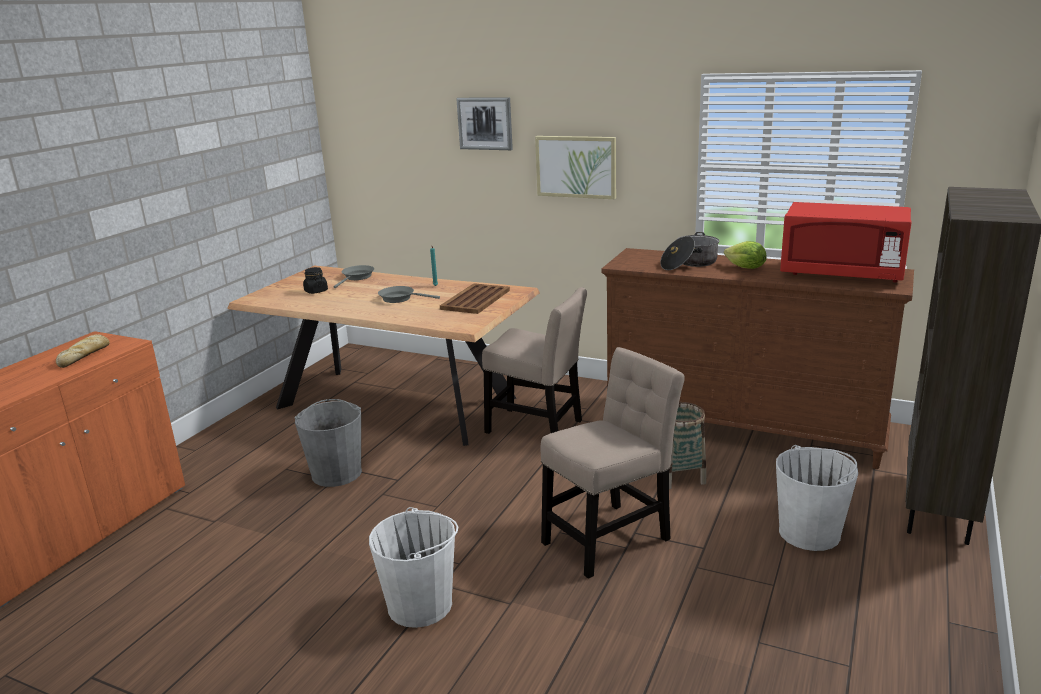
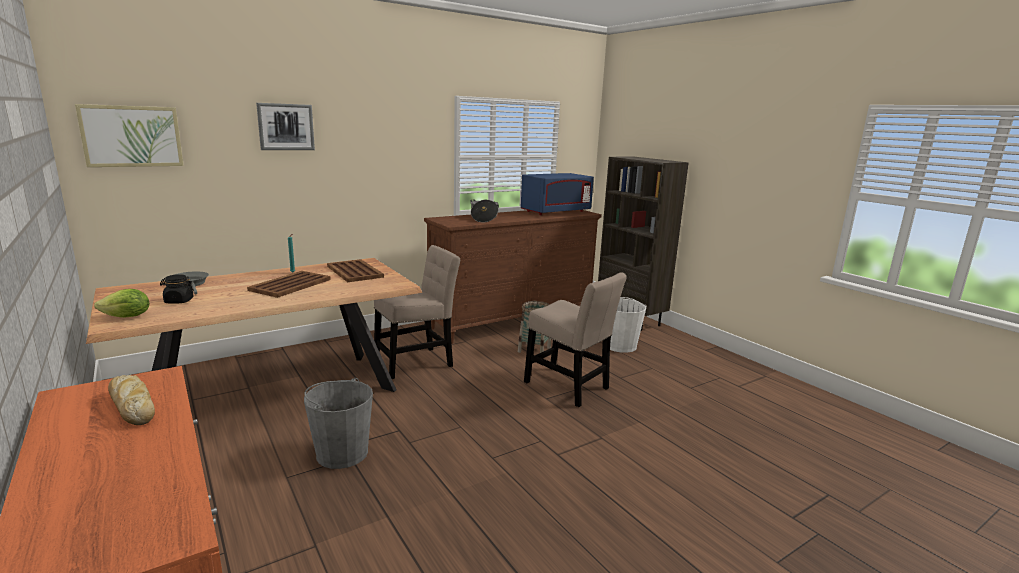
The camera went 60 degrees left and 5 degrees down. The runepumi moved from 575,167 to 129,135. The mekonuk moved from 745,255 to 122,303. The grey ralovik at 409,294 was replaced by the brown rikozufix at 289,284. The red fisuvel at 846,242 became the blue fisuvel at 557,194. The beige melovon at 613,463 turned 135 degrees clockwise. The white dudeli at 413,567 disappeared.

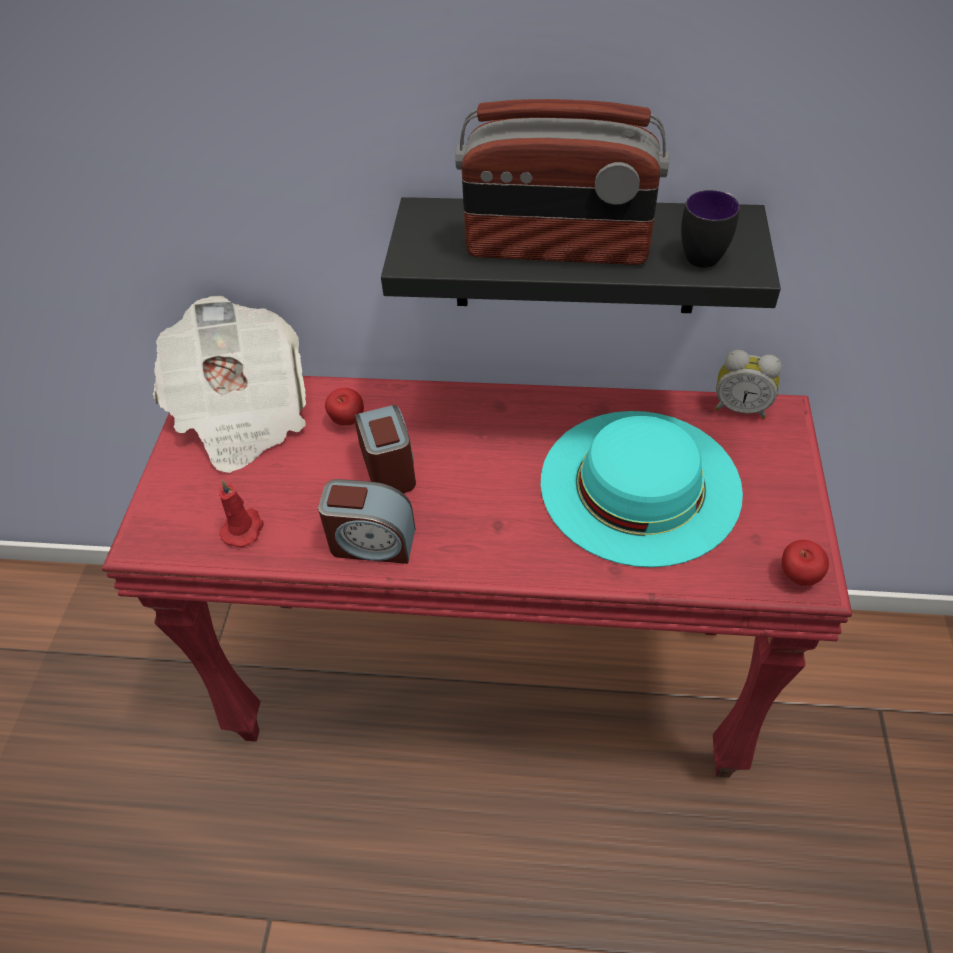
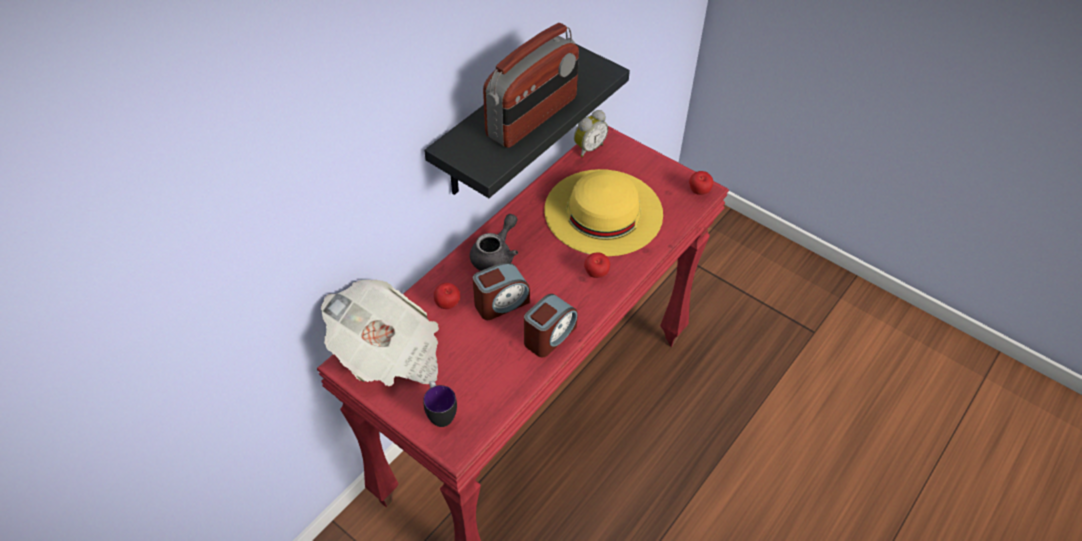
The camera went 60 degrees left and 0 degrees up. The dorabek moved from 710,229 to 440,404. The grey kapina at 494,242 appeared. The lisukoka at 385,449 turned 135 degrees clockwise. The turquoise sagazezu at 642,489 became the yellow sagazezu at 603,212. The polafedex at 597,265 appeared. The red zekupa at 241,513 disappeared.

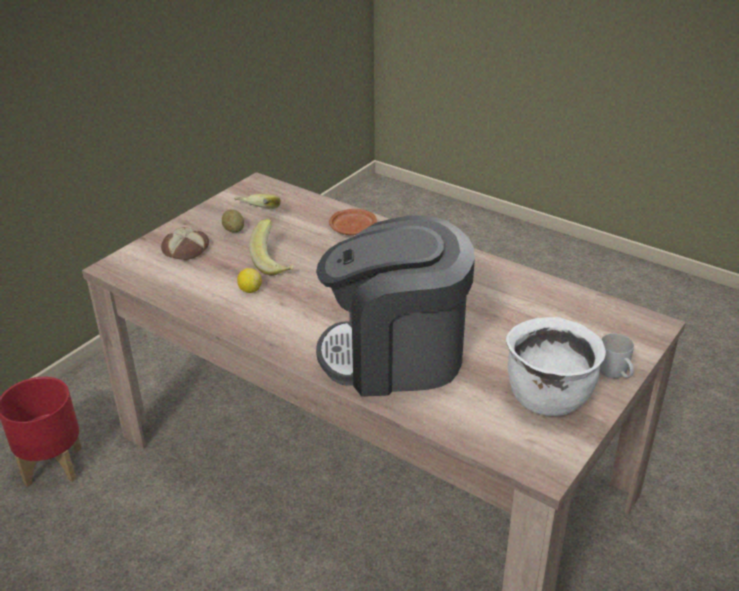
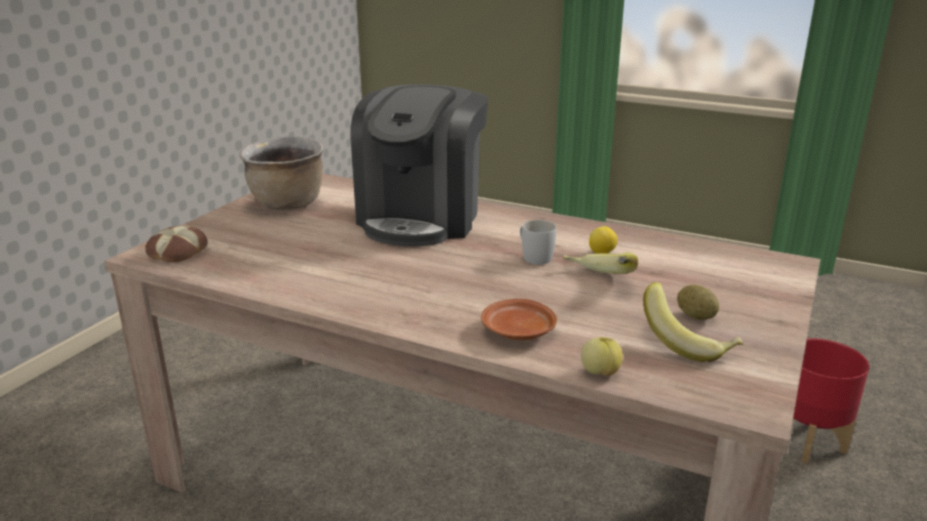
The camera went 170 degrees right and 10 degrees down. The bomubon moved from 185,243 to 176,244. The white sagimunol at 556,366 became the brown sagimunol at 281,173. The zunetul at 395,306 turned 120 degrees clockwise. The white dorabek moved from 617,355 to 538,242. The polafedex at 602,356 appeared.

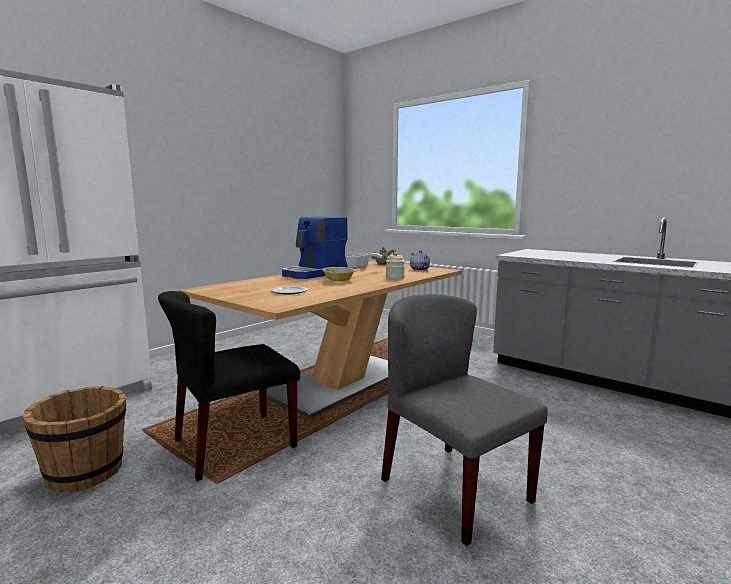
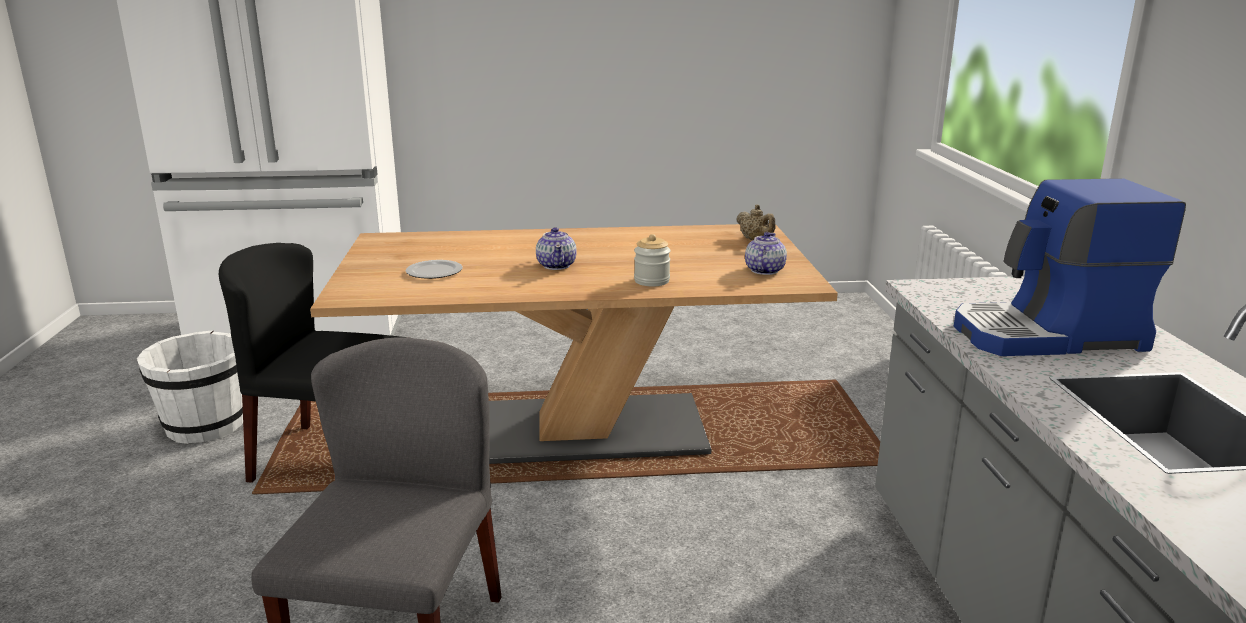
The camera went 45 degrees right and 10 degrees up. The brown dudeli at 74,439 became the white dudeli at 190,387. The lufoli at 338,274 was replaced by the kapina at 556,248. The zunetul moved from 315,248 to 1070,267. The ralovik at 363,261 disappeared.

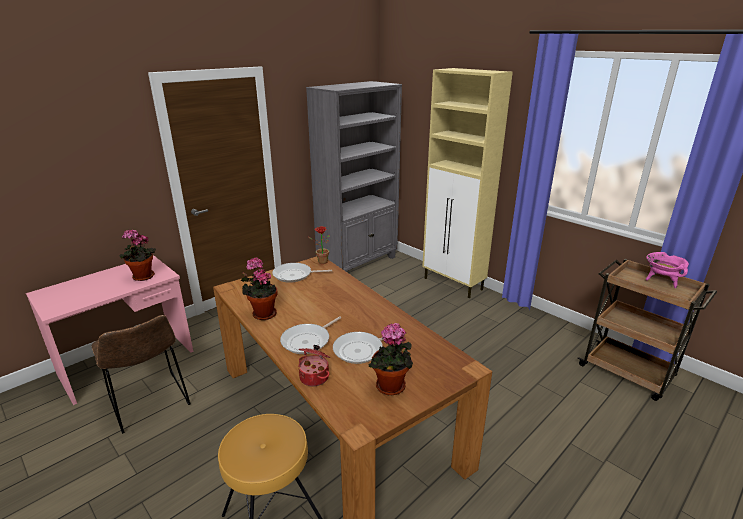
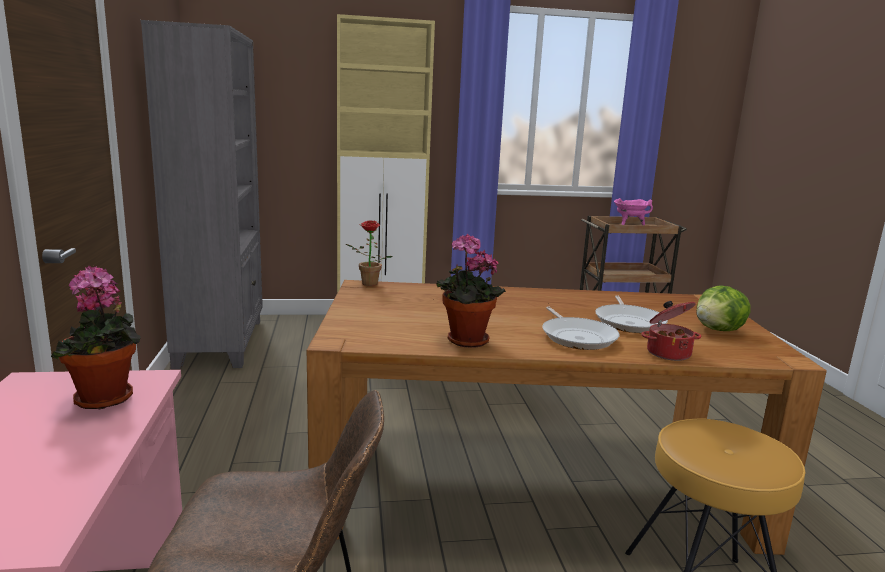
The camera went 55 degrees left and 10 degrees down. The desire at 390,359 was replaced by the mekonuk at 723,308. The ralovik at 302,273 disappeared.

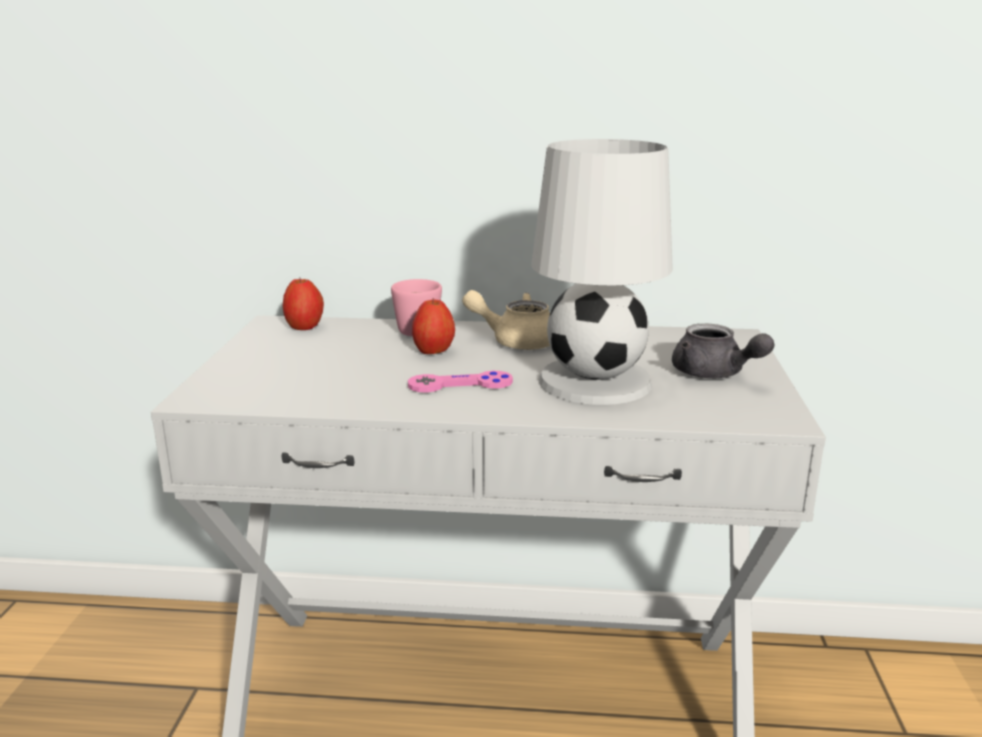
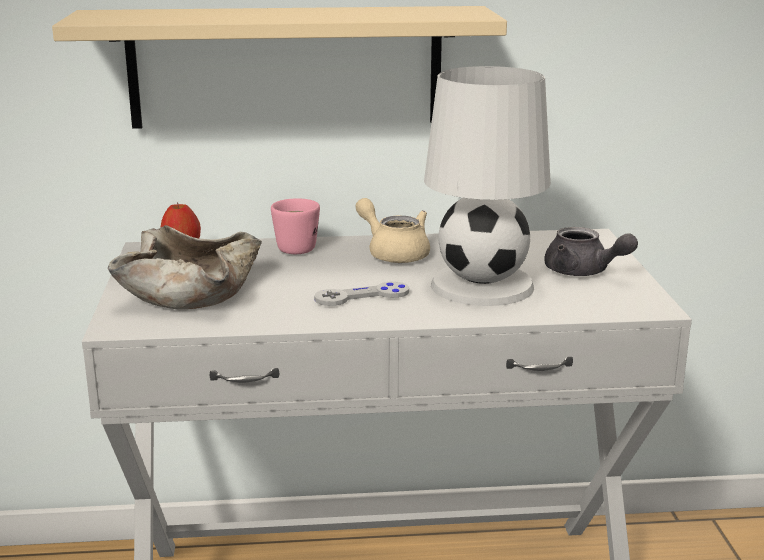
The camera went 10 degrees left and 0 degrees up. The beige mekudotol at 279,67 appeared. The beige lufoli at 185,267 appeared. The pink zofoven at 460,382 became the grey zofoven at 361,293. The beige kapina at 506,320 turned 45 degrees clockwise. The polafedex at 433,326 disappeared.

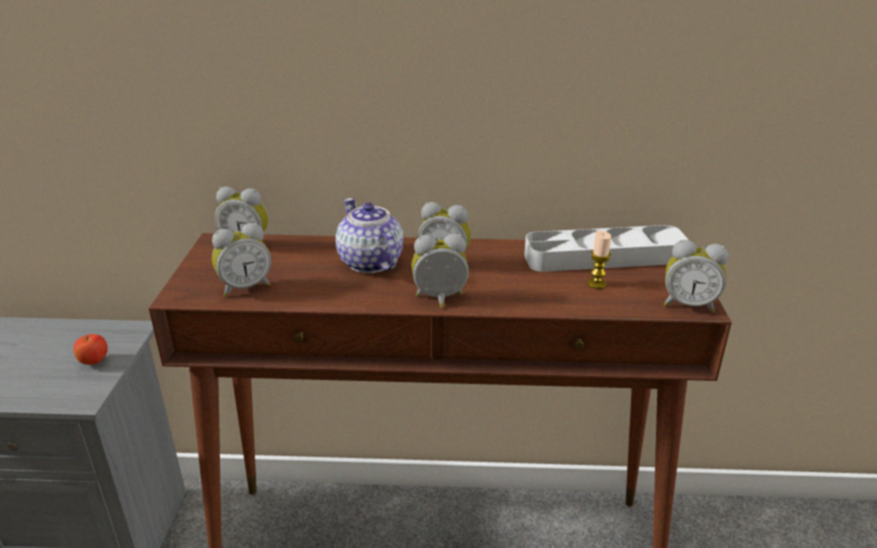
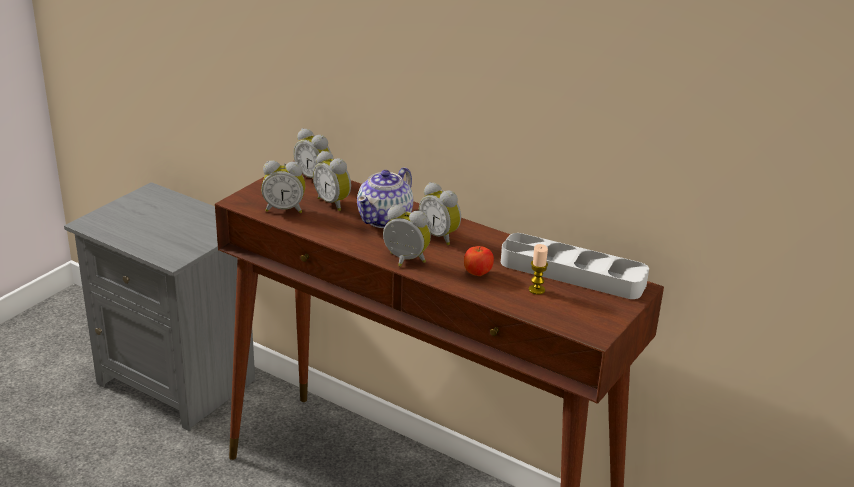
The camera went 30 degrees right and 0 degrees up. The lisukoka moved from 696,276 to 332,181. The kapina at 369,235 turned 150 degrees counterclockwise. The polafedex moved from 91,349 to 479,261.

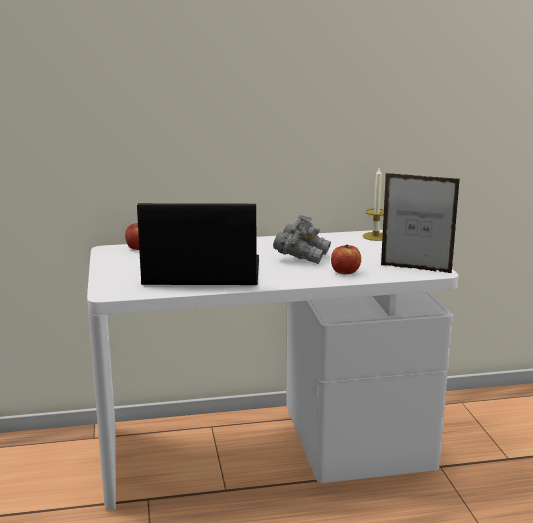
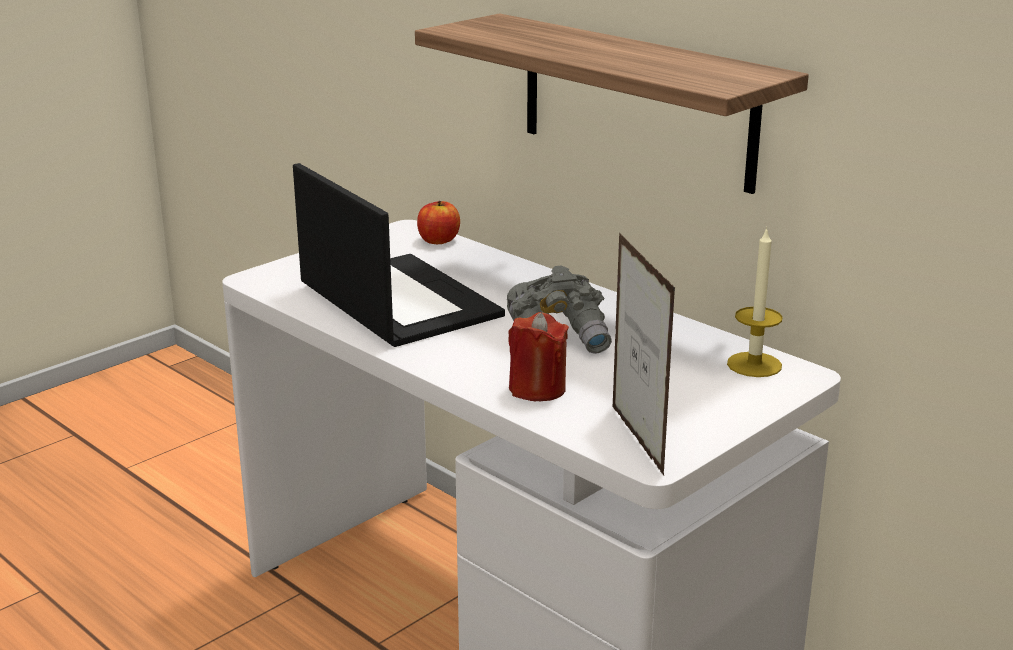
The camera went 55 degrees right and 5 degrees up. The mekudotol at 612,103 appeared. The polafedex at 346,260 was replaced by the red zekupa at 538,356.

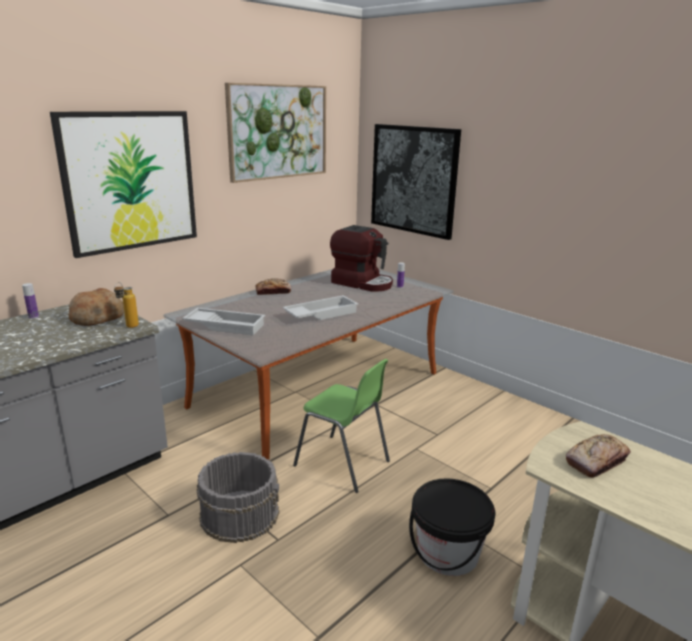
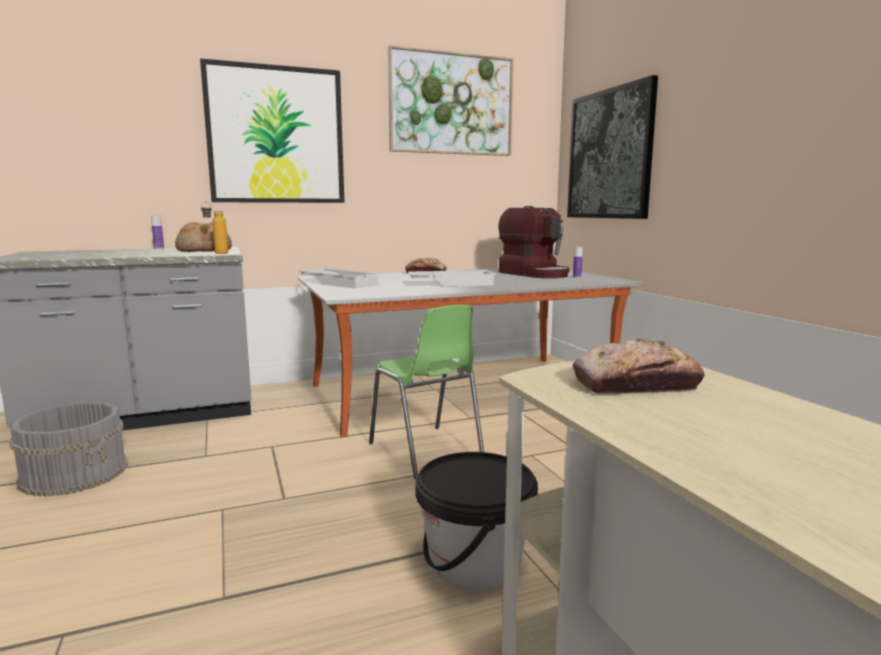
The camera went 25 degrees right and 10 degrees down. The grey dudeli moved from 238,497 to 68,449.

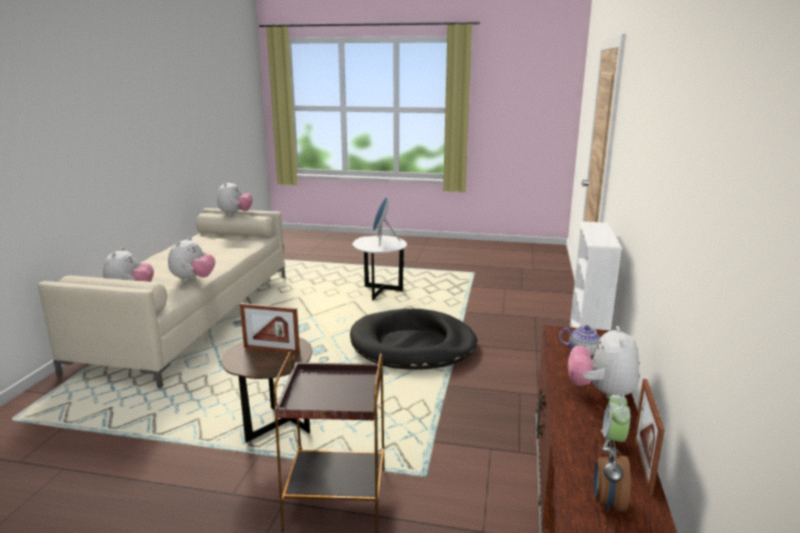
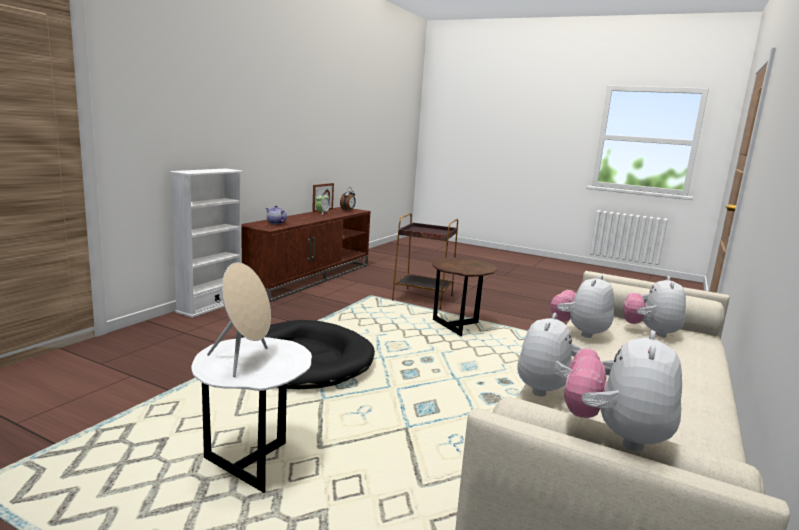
The camera went 165 degrees left and 5 degrees down. The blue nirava at 387,221 became the beige nirava at 239,319. The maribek moved from 603,362 to 558,355. The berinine at 270,328 disappeared.

